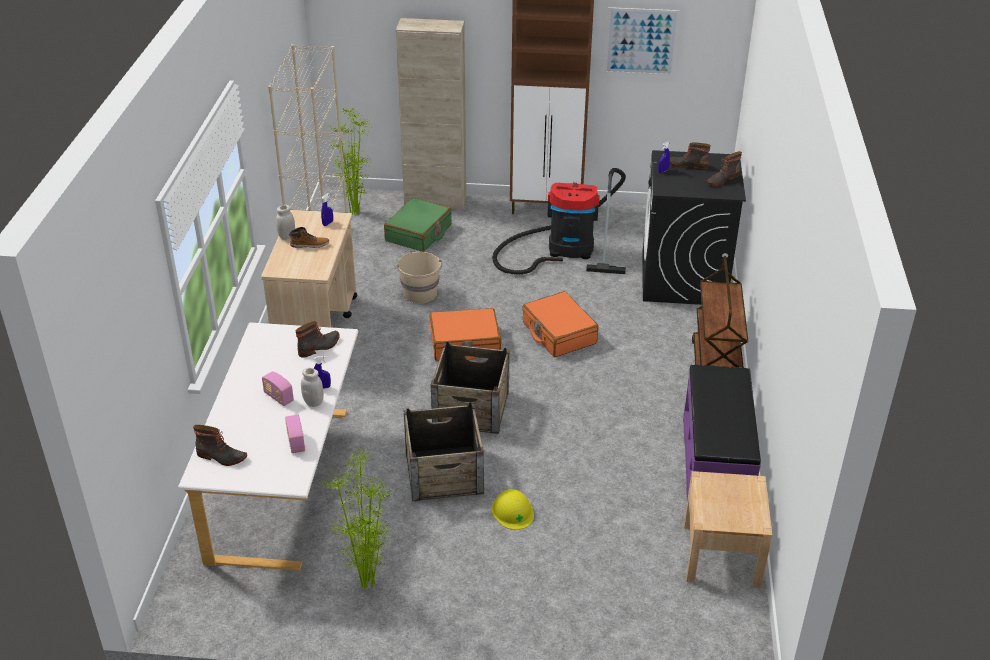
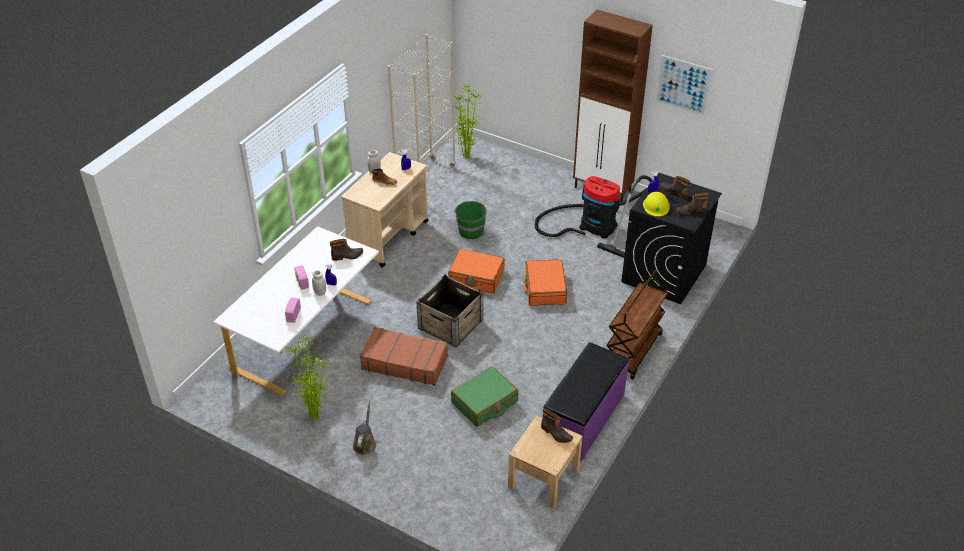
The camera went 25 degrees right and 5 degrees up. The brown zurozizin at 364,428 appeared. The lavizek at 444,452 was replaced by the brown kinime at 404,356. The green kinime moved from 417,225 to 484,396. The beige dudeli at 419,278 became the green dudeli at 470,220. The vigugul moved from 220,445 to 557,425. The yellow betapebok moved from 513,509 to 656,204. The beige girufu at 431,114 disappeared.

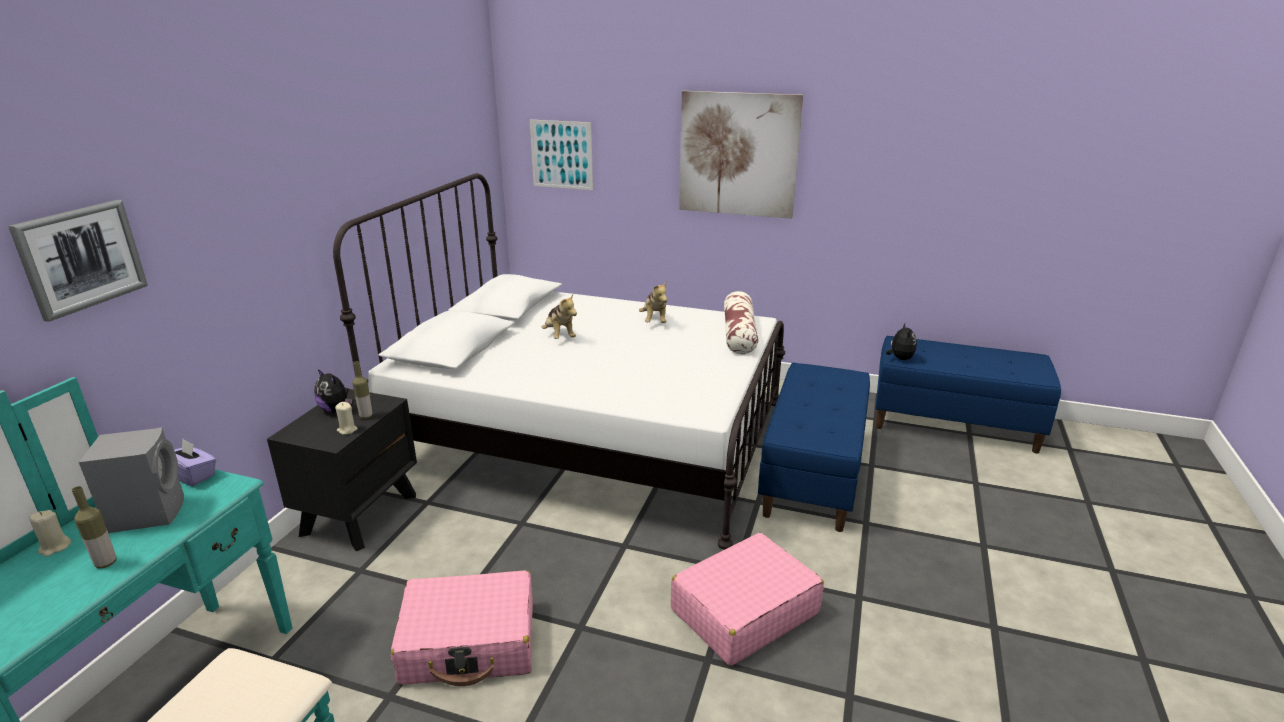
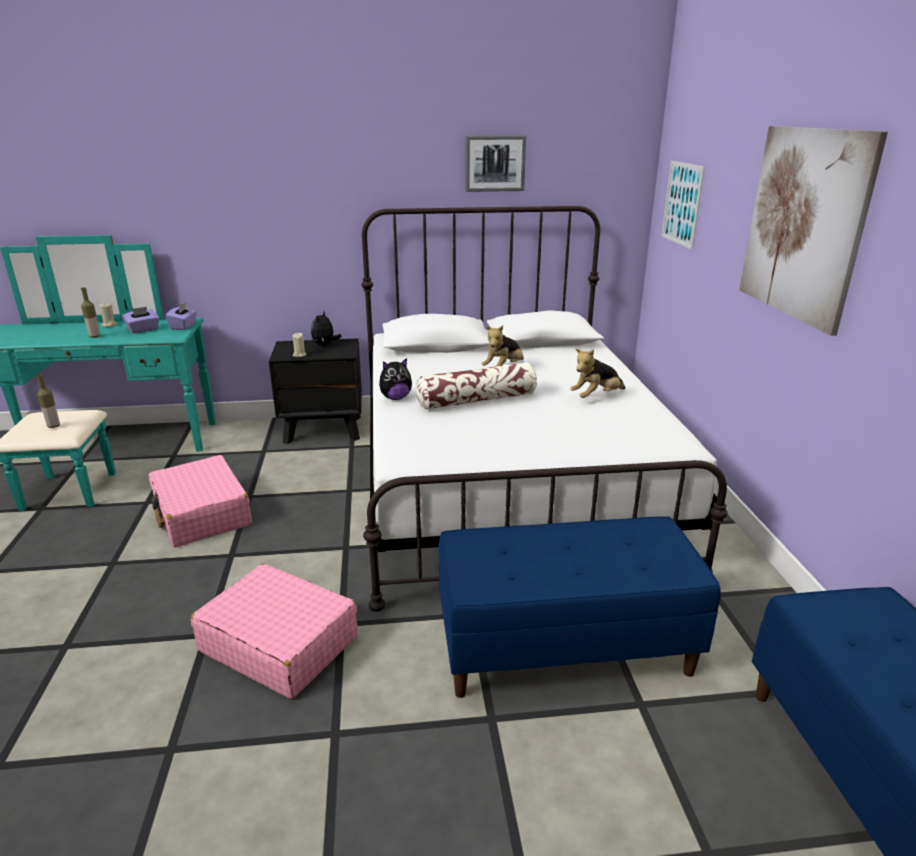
The camera went 65 degrees right and 0 degrees up. The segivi moved from 362,390 to 48,401. The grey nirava at 131,480 was replaced by the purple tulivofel at 140,320. The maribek moved from 901,341 to 395,379. The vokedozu moved from 741,322 to 476,386. The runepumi moved from 78,261 to 495,163.

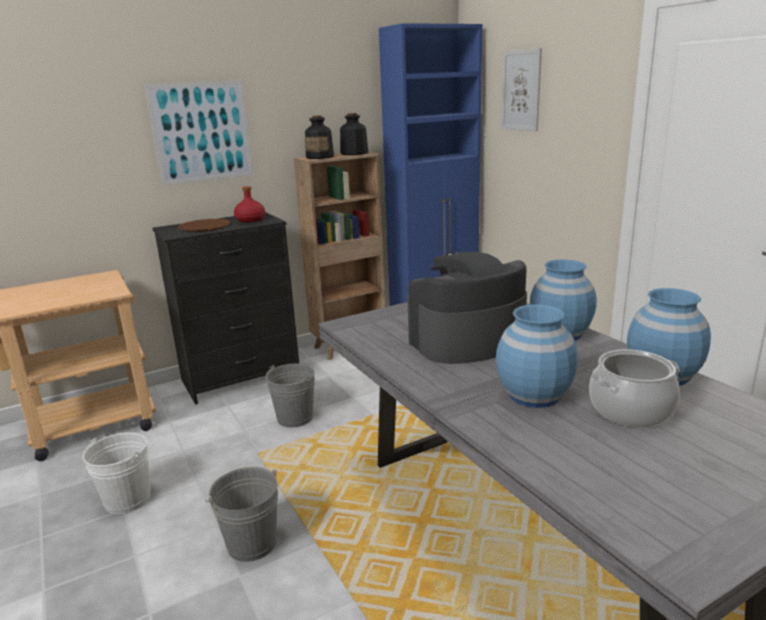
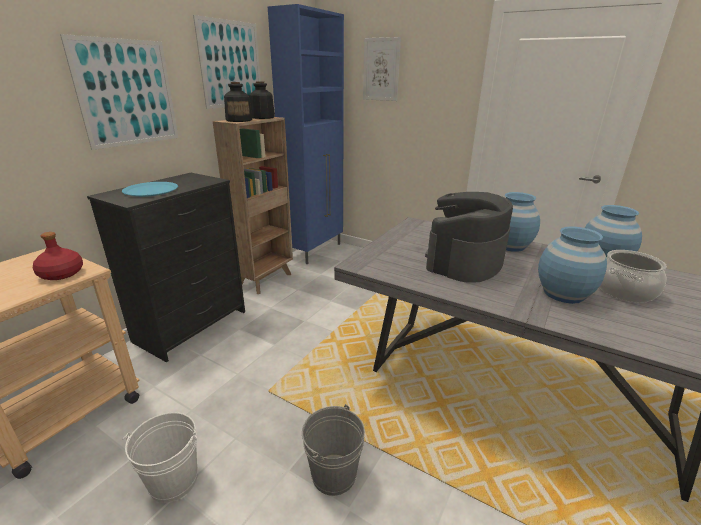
The camera went 30 degrees left and 5 degrees up. The red segivi moved from 249,204 to 58,256. The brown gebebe at 204,225 became the blue gebebe at 150,189. The runepumi at 227,62 appeared. The grey dudeli at 290,395 disappeared.

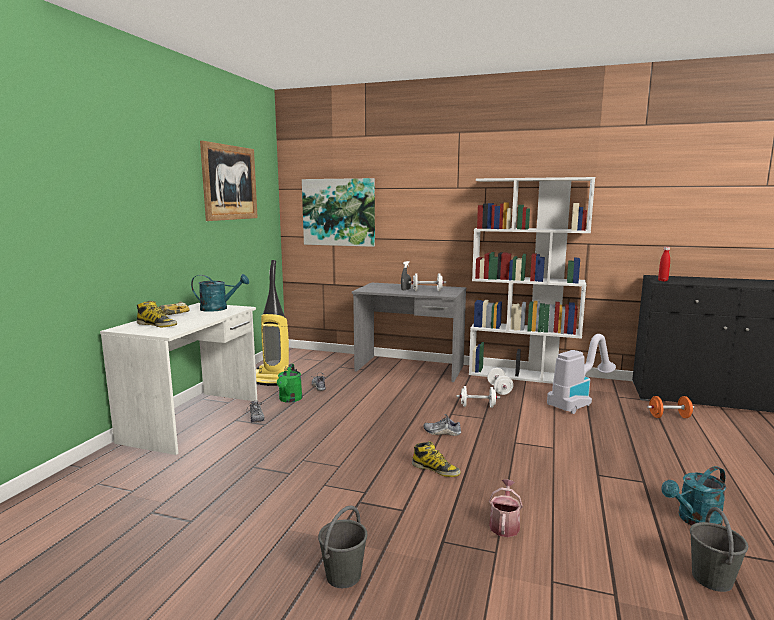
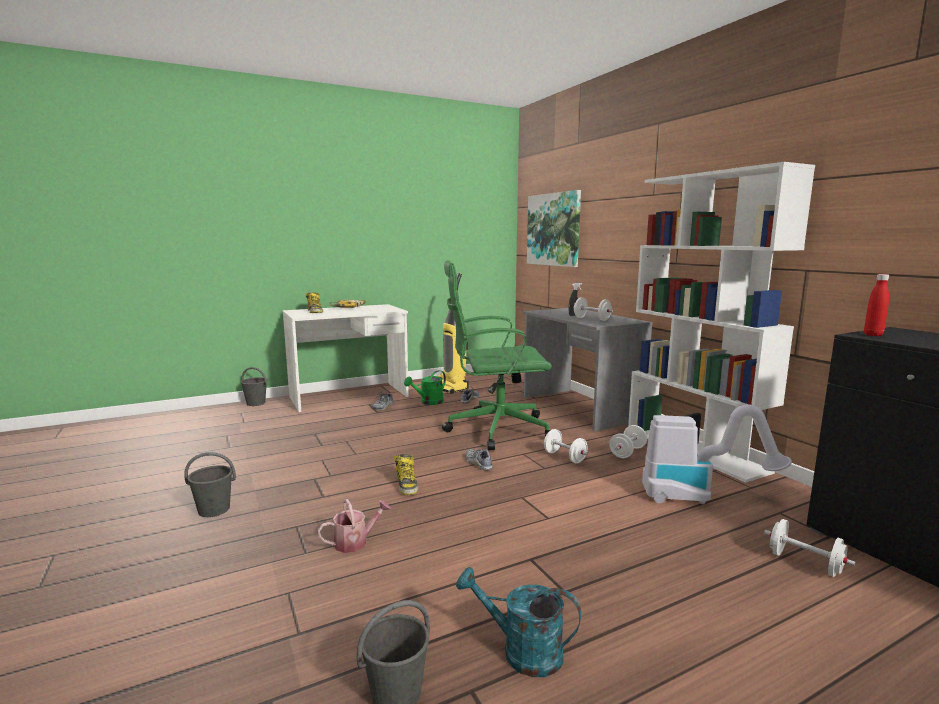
The camera went 45 degrees right and 0 degrees up. The grey dudeli at 254,386 appeared. The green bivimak at 497,355 appeared. The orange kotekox at 670,407 became the white kotekox at 809,548. The turquoise zurozizin at 220,293 disappeared. The runepumi at 229,181 disappeared.

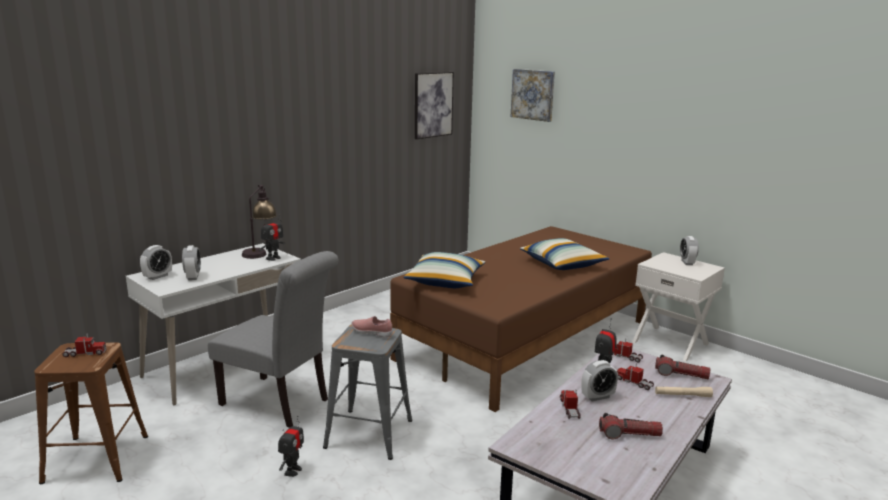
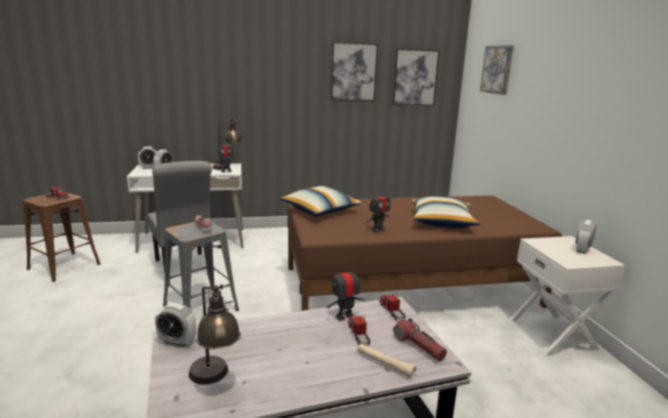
The camera went 35 degrees right and 0 degrees up. The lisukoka moved from 599,380 to 175,325. The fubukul at 215,334 appeared. The runepumi at 354,71 appeared. The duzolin moved from 291,446 to 378,211. The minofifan at 570,404 disappeared. The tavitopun at 631,426 disappeared.

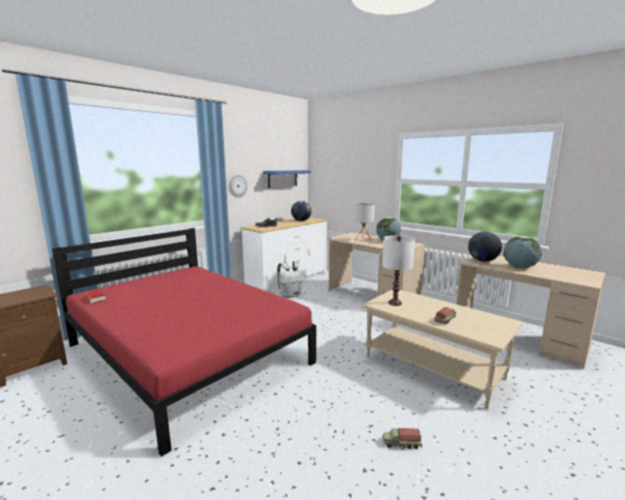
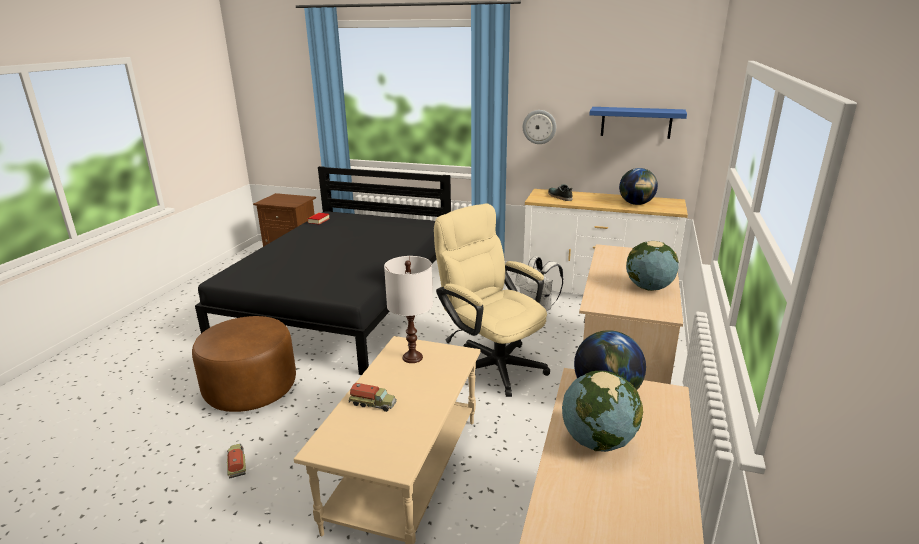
The camera went 65 degrees right and 10 degrees up. The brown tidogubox at 244,364 appeared. The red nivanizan at 184,342 became the black nivanizan at 323,270. The beige bivimak at 492,300 appeared. The fubukul at 364,222 disappeared.

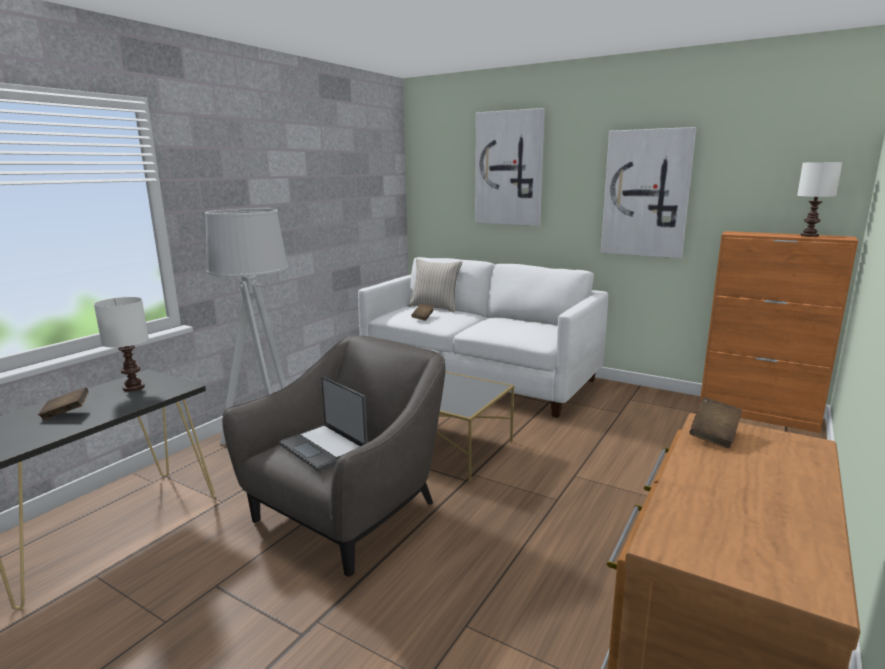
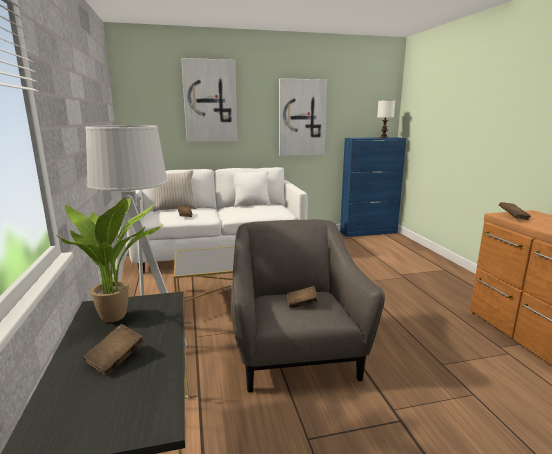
The camera went 45 degrees left and 0 degrees up. The white fubukul at 121,344 was replaced by the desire at 111,260. The white vokedozu at 251,189 appeared. The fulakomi at 323,424 was replaced by the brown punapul at 302,297. The orange girufu at 779,332 became the blue girufu at 373,187.

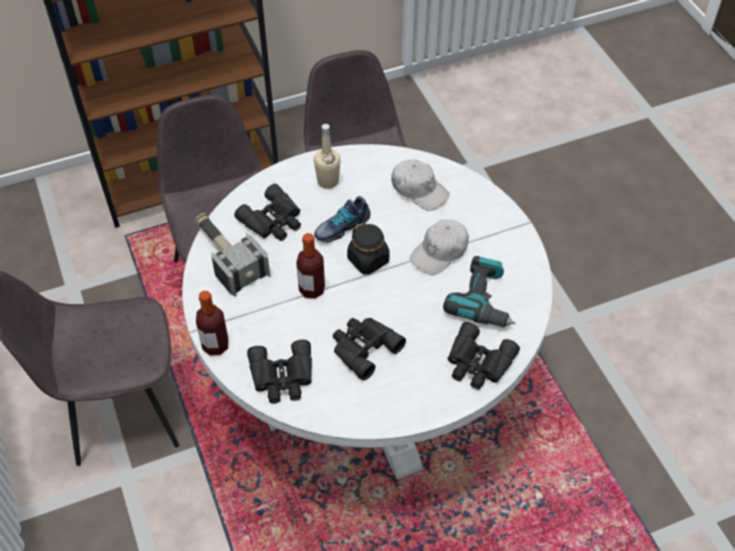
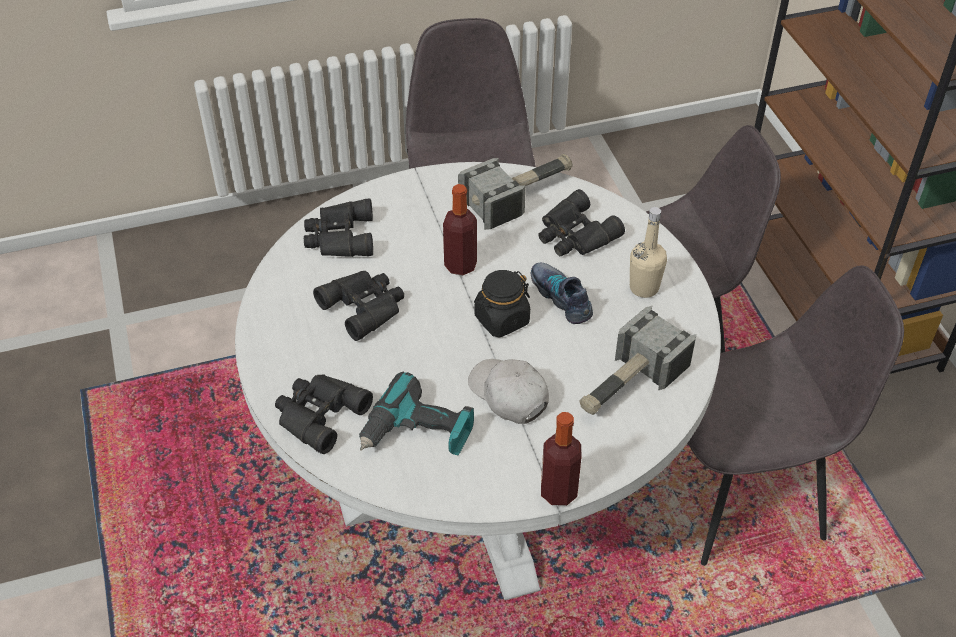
The camera went 95 degrees right and 5 degrees down. The segivi moved from 212,323 to 561,459. The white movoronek at 420,185 was replaced by the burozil at 638,360.

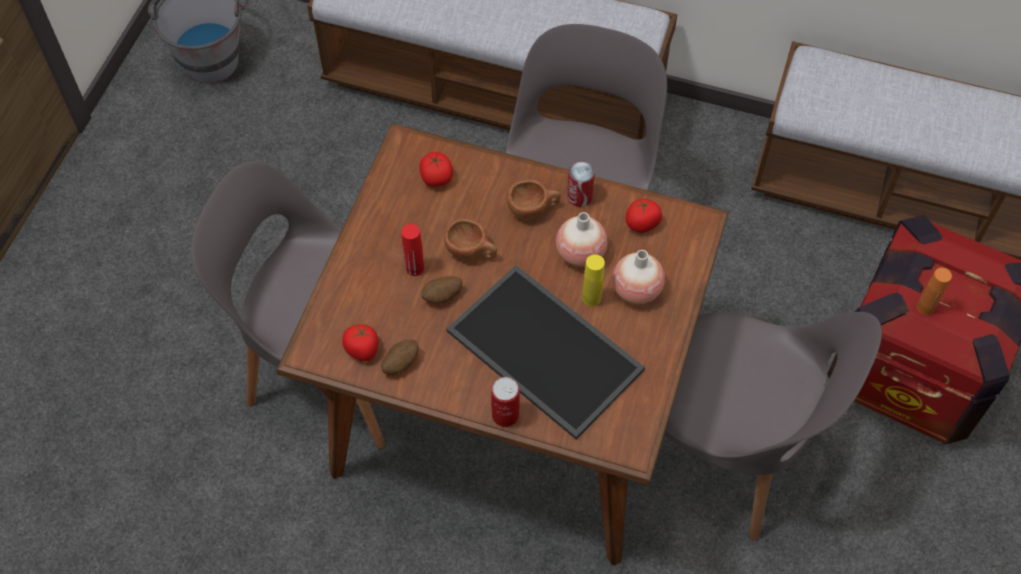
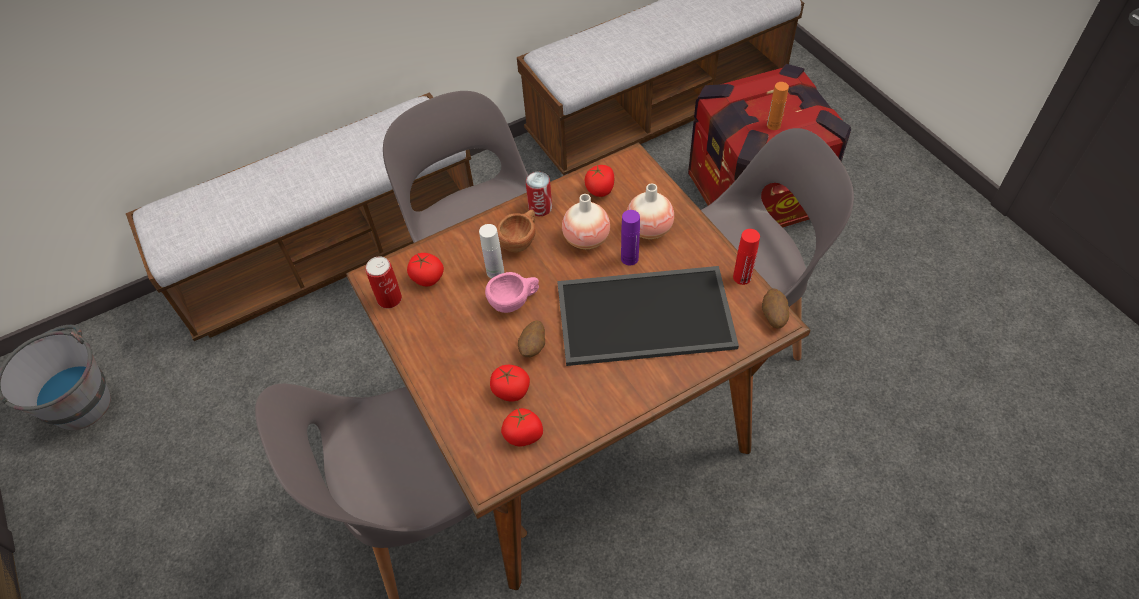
The camera went 45 degrees left and 5 degrees down. The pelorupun moved from 505,402 to 383,282. The white segivi at 491,251 appeared. The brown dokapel at 470,239 became the pink dokapel at 512,292. The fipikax at 510,383 appeared. The yellow segivi at 593,280 became the purple segivi at 630,238. The red segivi moved from 412,250 to 746,257. The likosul moved from 400,357 to 775,308.

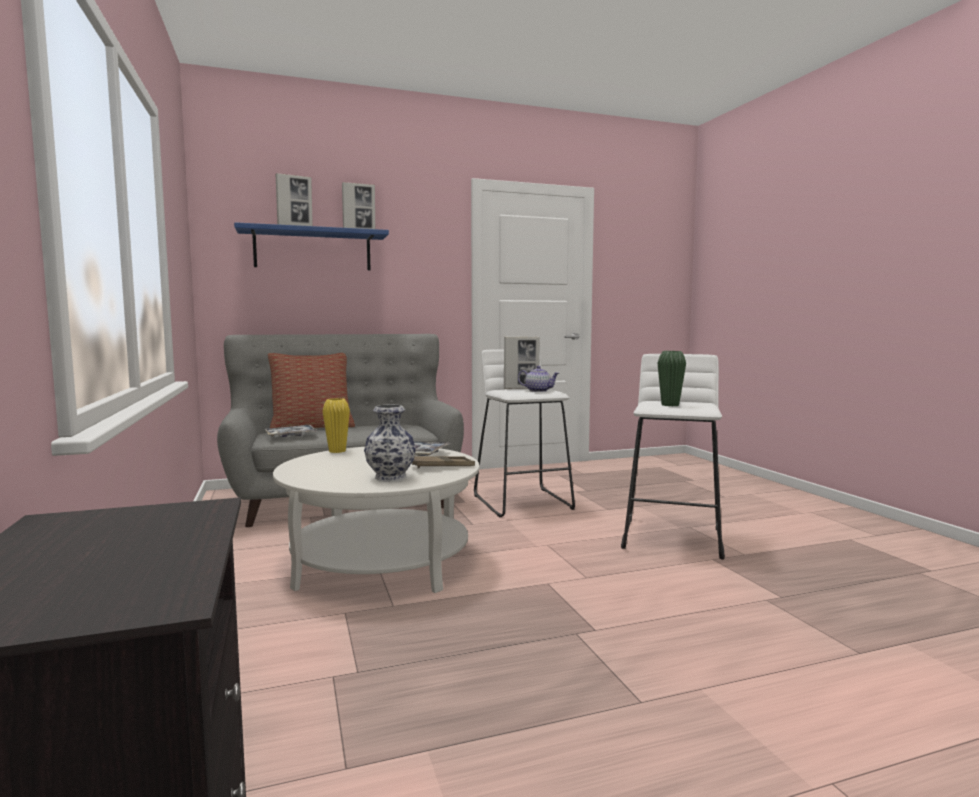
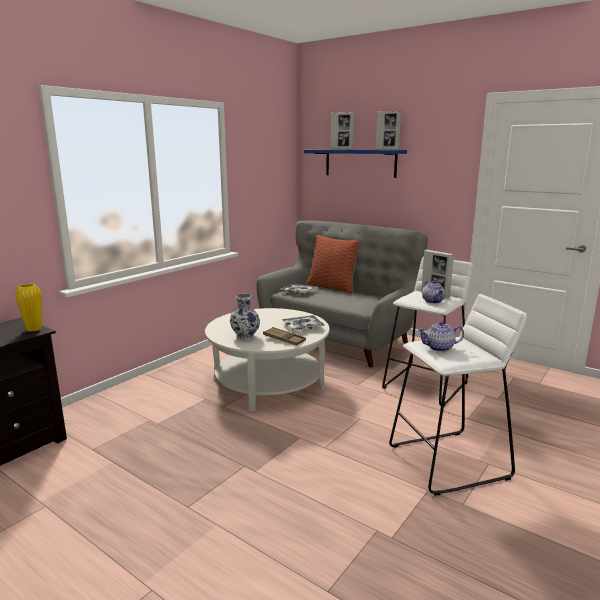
The camera went 55 degrees right and 10 degrees up. The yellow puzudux moved from 336,425 to 28,308. The green puzudux at 671,378 was replaced by the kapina at 441,336.

